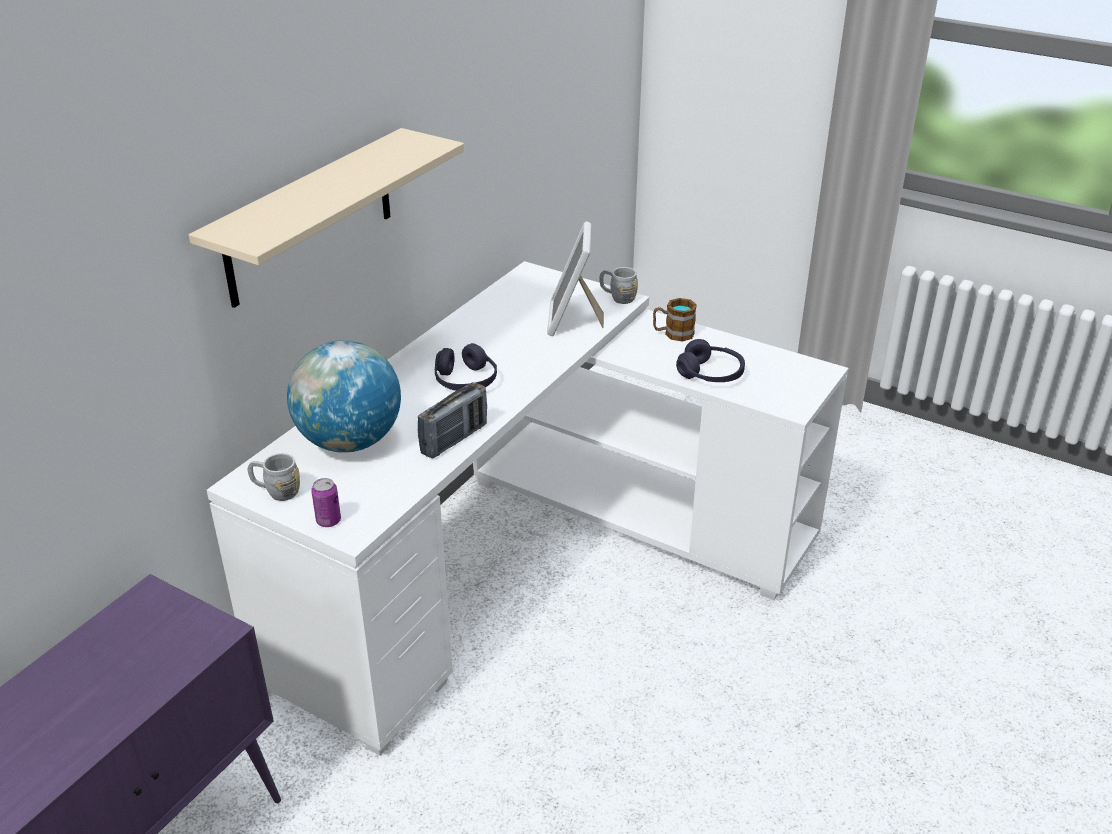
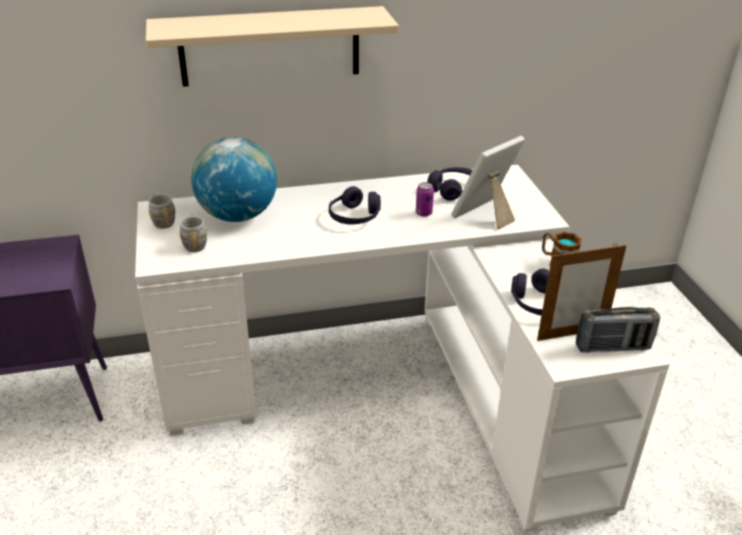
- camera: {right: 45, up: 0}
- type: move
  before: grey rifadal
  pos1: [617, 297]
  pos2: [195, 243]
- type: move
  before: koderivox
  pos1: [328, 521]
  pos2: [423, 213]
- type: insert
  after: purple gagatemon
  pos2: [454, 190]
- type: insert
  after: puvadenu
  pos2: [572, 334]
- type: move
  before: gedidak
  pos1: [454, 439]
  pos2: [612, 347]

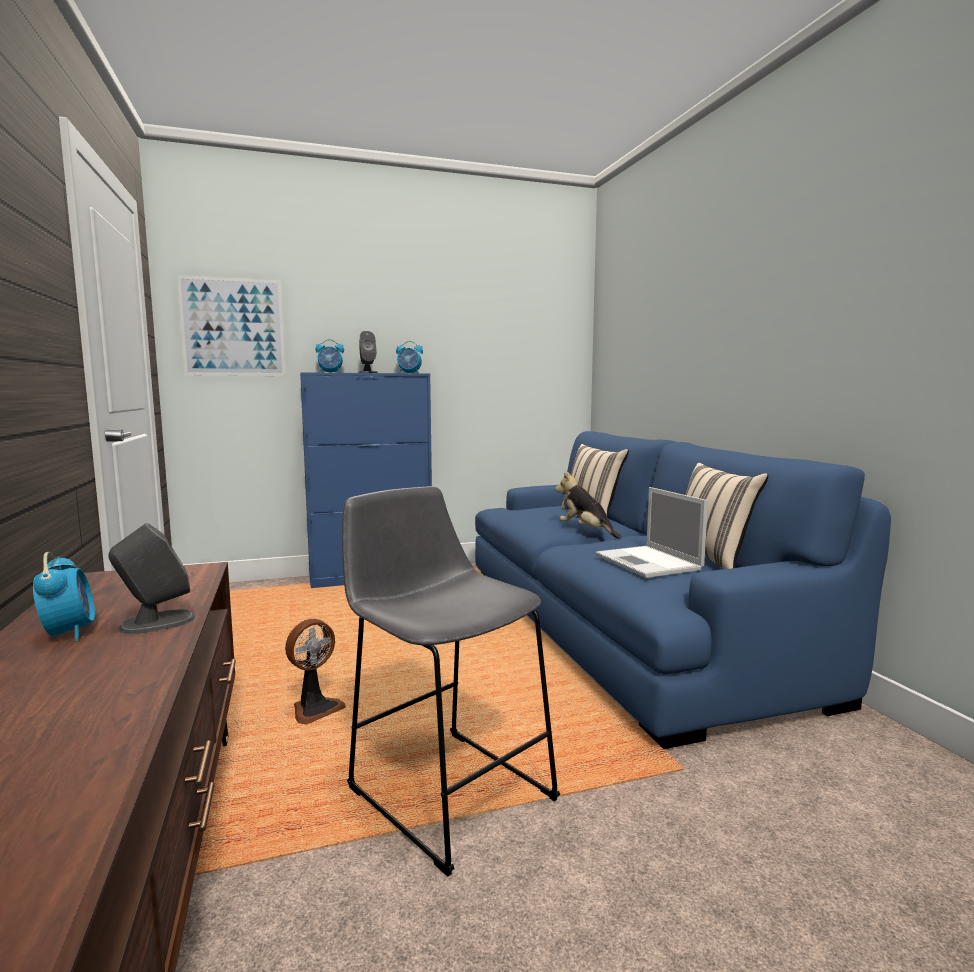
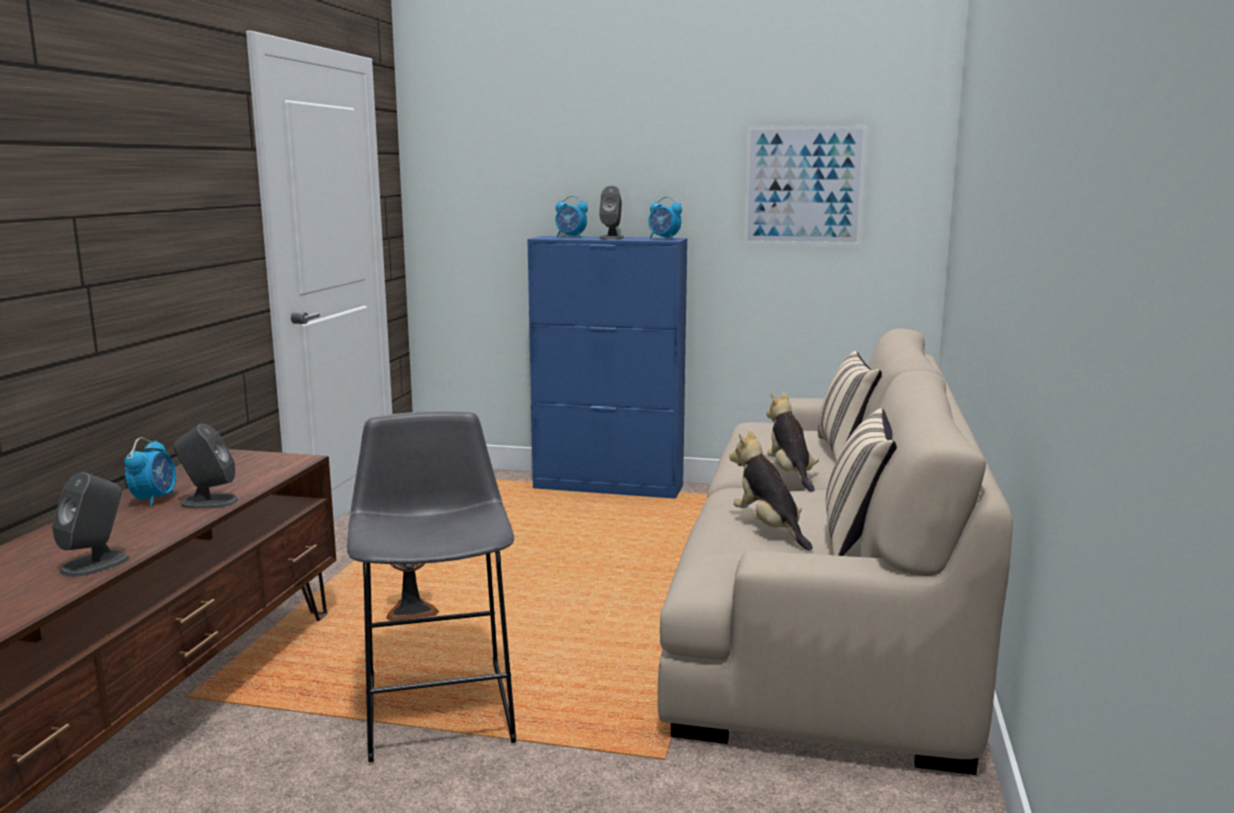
- camera: {right: 30, up: 5}
- type: insert
  after: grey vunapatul
  pos2: [96, 564]
- type: recolor
  before: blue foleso
  after: beige foleso
  pos1: [618, 623]
  pos2: [821, 602]
- type: replace
  before: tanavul
  after: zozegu
  pos1: [649, 563]
  pos2: [769, 529]
- type: move
  before: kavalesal
  pos1: [233, 327]
  pos2: [803, 186]

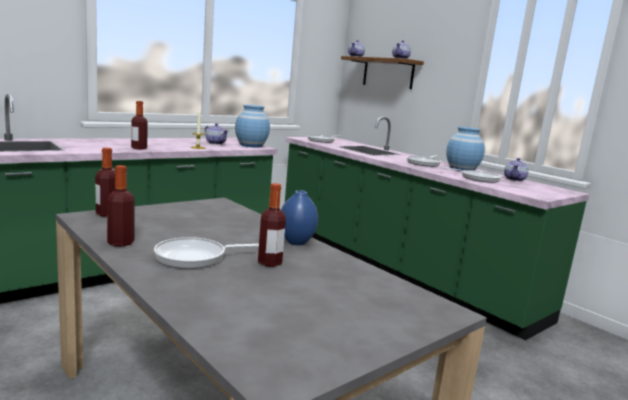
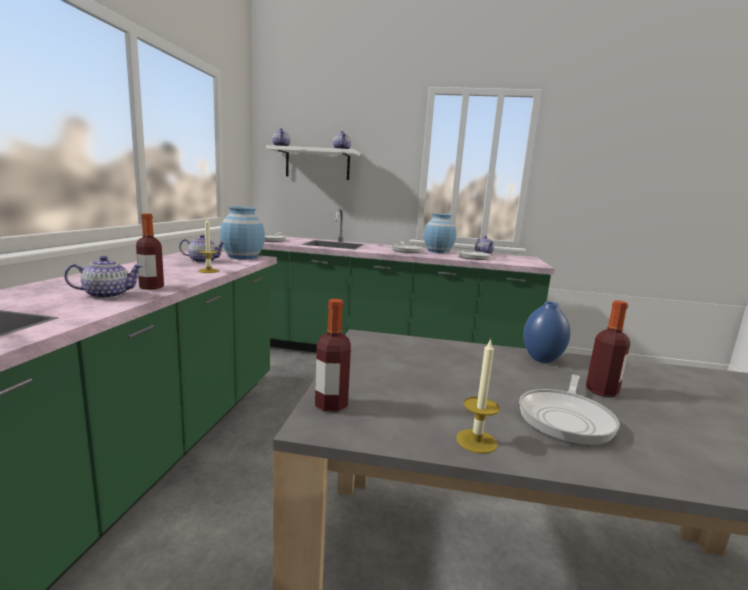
- camera: {right: -40, up: 0}
- type: insert
  after: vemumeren
  pos2: [106, 295]
- type: recolor
  before: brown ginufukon
  after: white ginufukon
  pos1: [388, 73]
  pos2: [317, 164]
- type: replace
  before: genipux
  after: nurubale
  pos1: [121, 243]
  pos2: [476, 441]

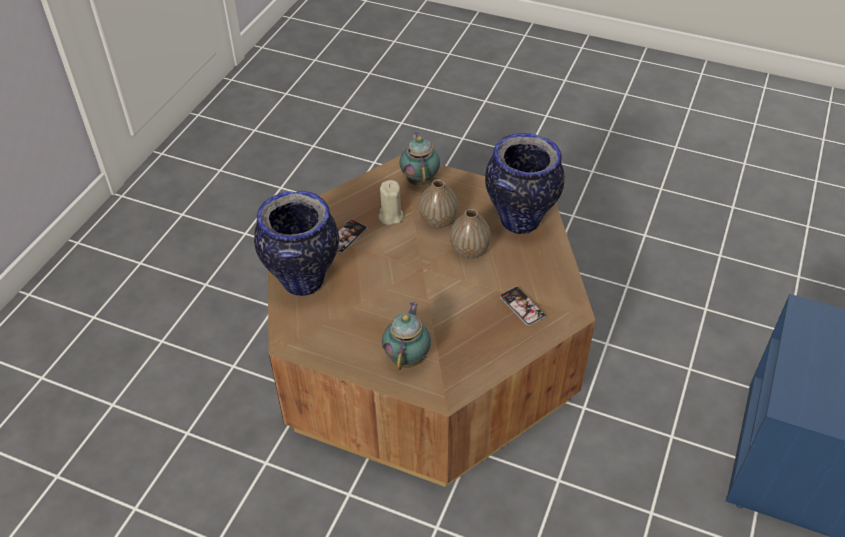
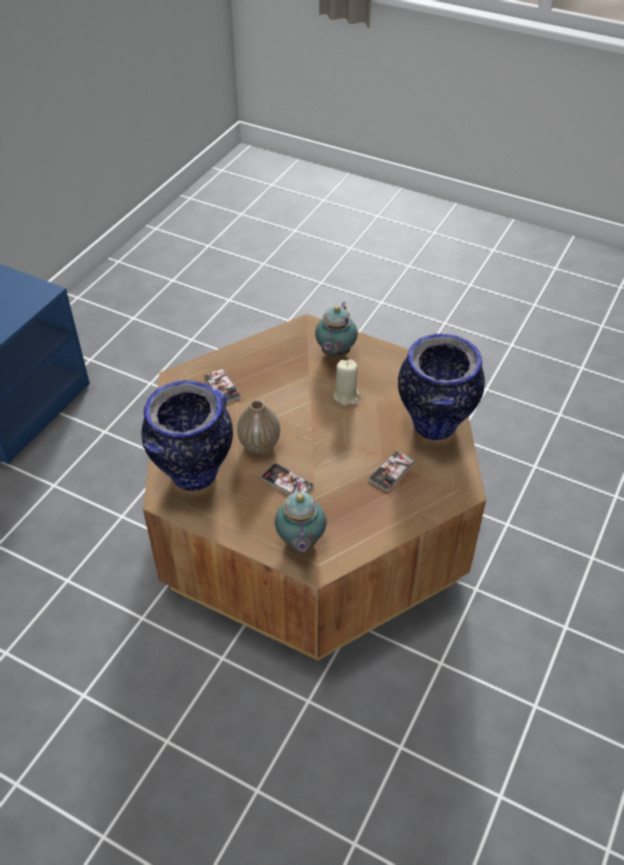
- camera: {right: -175, up: 0}
- type: replace
  before: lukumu
  after: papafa
  pos1: [438, 221]
  pos2: [287, 482]
- type: move
  before: beige nurubale
  pos1: [390, 216]
  pos2: [346, 396]

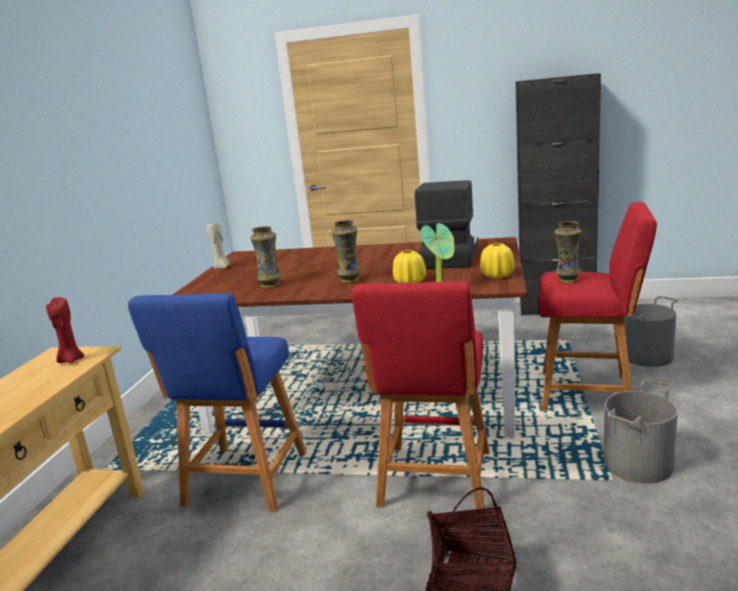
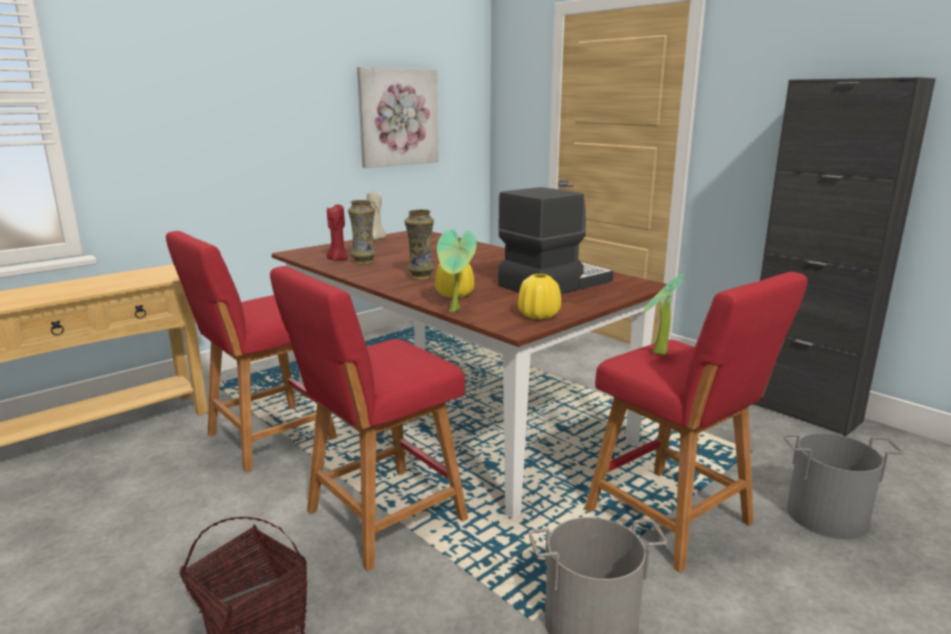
- camera: {right: 35, up: 0}
- type: recolor
  before: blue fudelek
  after: red fudelek
  pos1: [244, 482]
  pos2: [265, 438]
- type: move
  before: red nurubale
  pos1: [71, 360]
  pos2: [338, 259]
- type: insert
  after: kavalesal
  pos2: [398, 117]
- type: replace
  before: lukumu
  after: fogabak
  pos1: [567, 280]
  pos2: [657, 354]

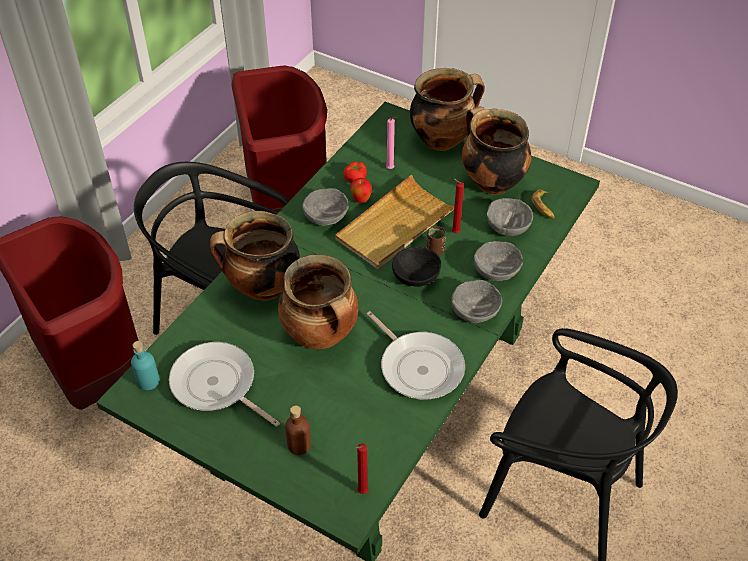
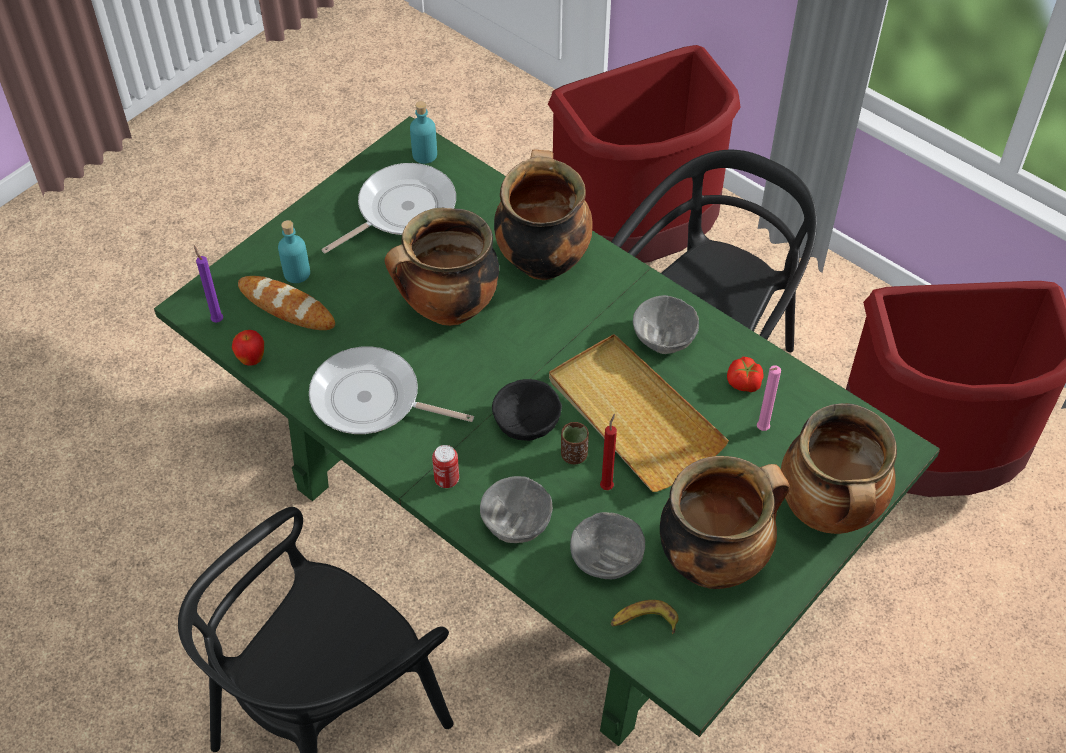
- camera: {right: 100, up: 5}
- type: recolor
  before: red nurubale
  after: purple nurubale
  pos1: [361, 492]
  pos2: [217, 319]
- type: move
  before: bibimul
  pos1: [361, 200]
  pos2: [251, 360]
- type: insert
  after: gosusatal
  pos2: [286, 307]
- type: recolor
  before: brown genipux
  after: turquoise genipux
  pos1: [299, 445]
  pos2: [297, 273]
- type: rotate
  before: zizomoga
  pos1: [419, 366]
  pos2: [372, 400]
  turn: 45
- type: replace
  before: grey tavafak
  after: koderivox
  pos1: [475, 312]
  pos2: [446, 479]

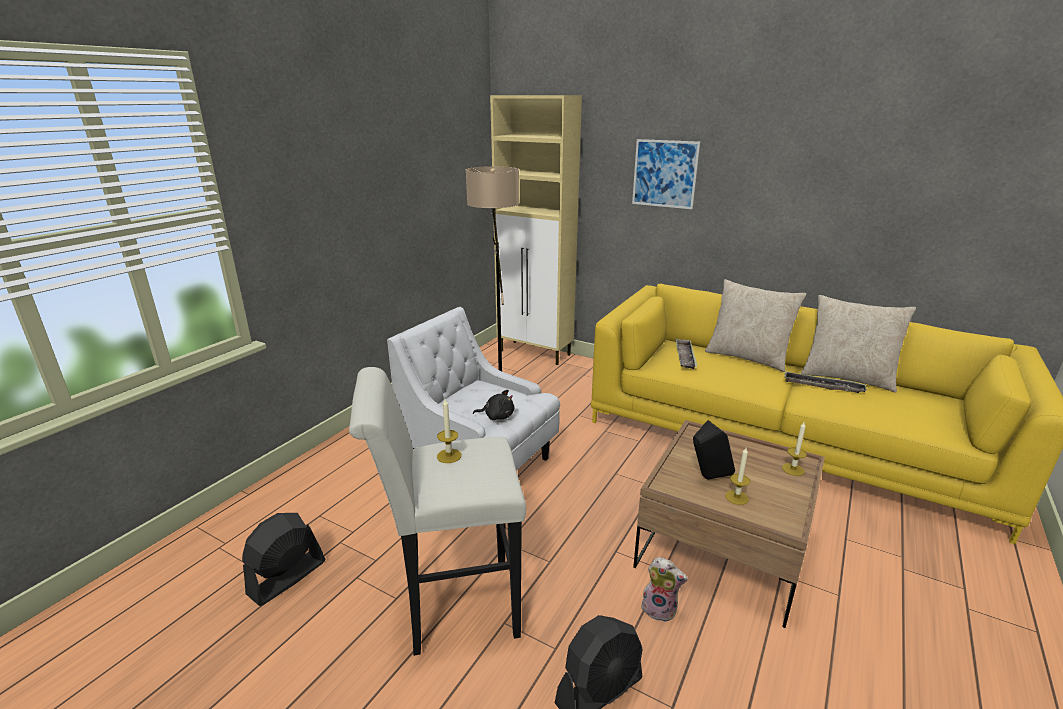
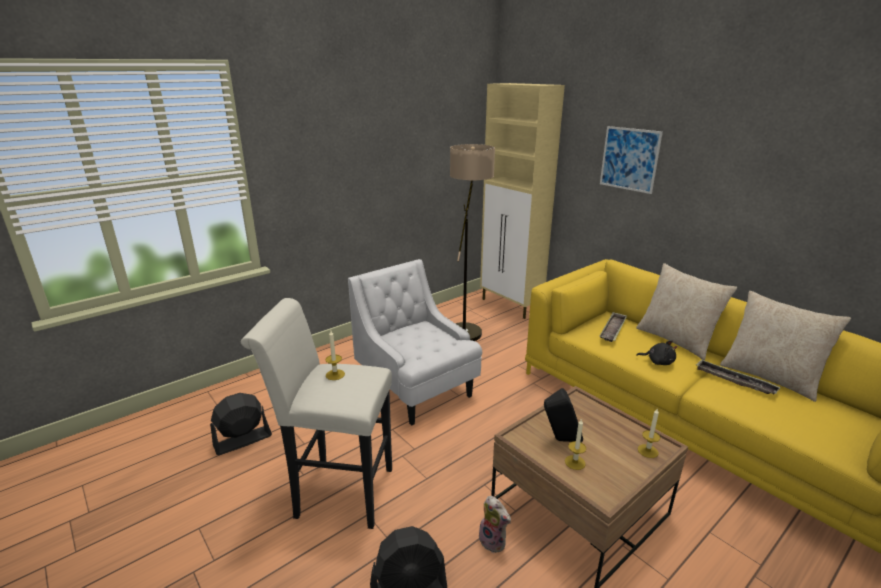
- camera: {right: 20, up: 0}
- type: move
  before: black zozegu
  pos1: [497, 416]
  pos2: [658, 362]

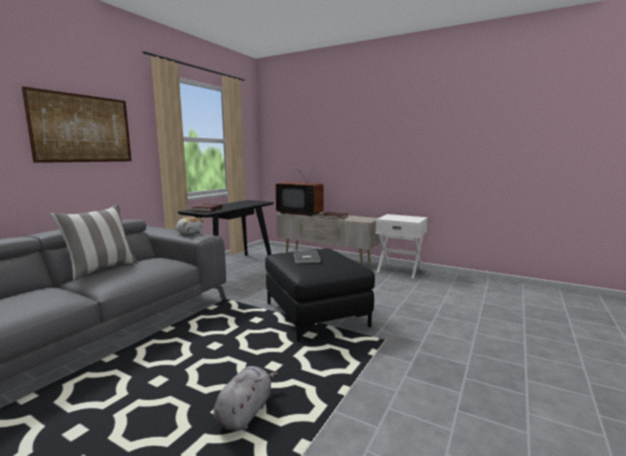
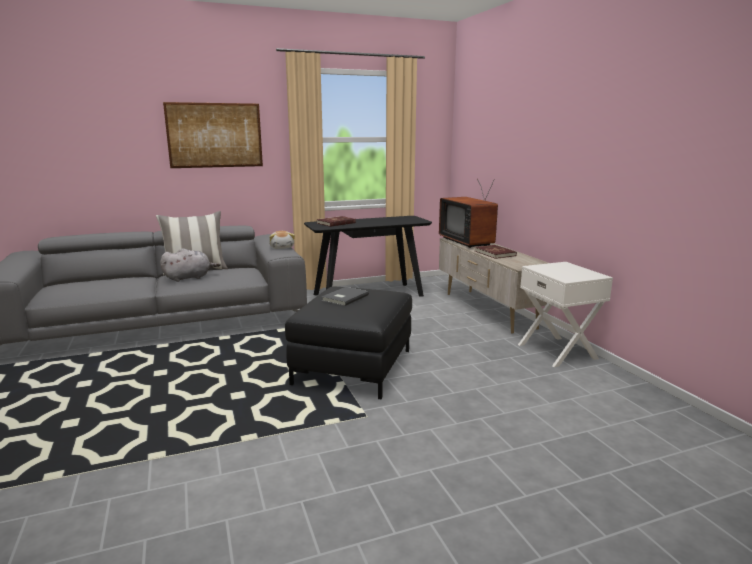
- camera: {right: 40, up: 5}
- type: move
  before: grey zozegu
  pos1: [245, 412]
  pos2: [189, 278]

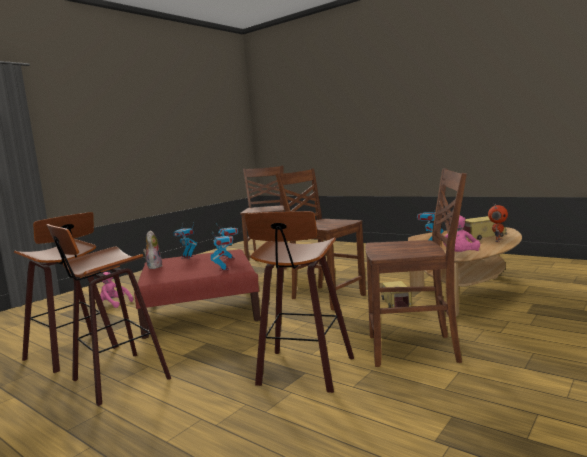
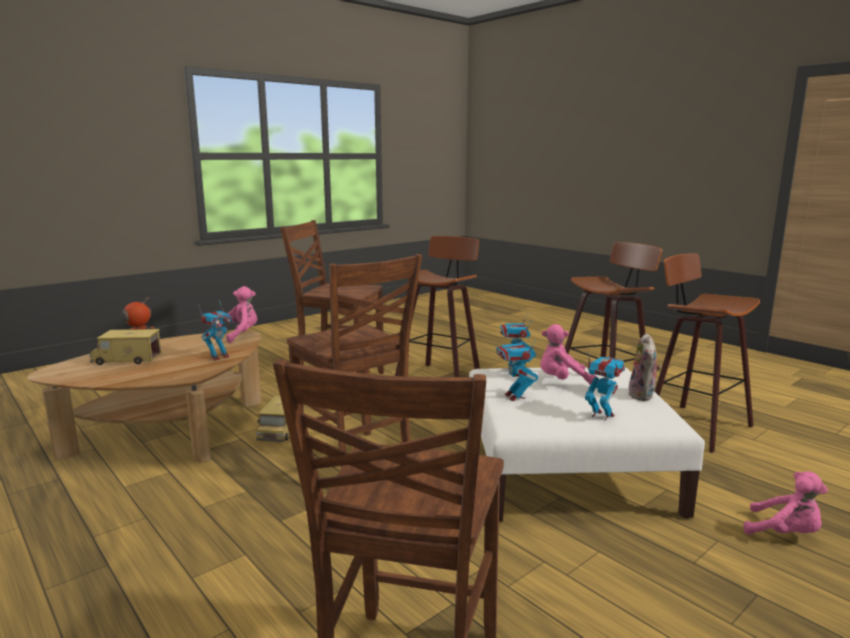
- camera: {right: -170, up: 5}
- type: recolor
  before: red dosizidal
  after: white dosizidal
  pos1: [201, 311]
  pos2: [565, 470]
- type: insert
  after: pink zozegu
  pos2: [562, 381]

